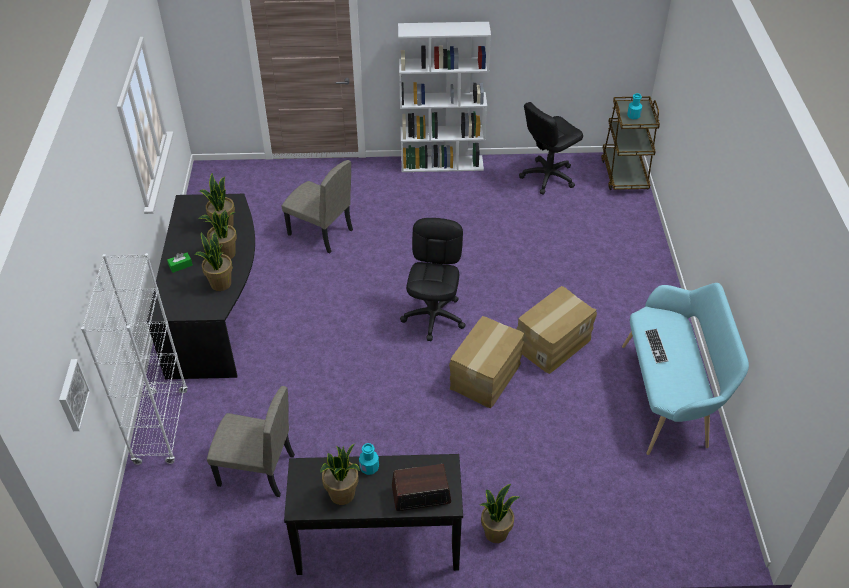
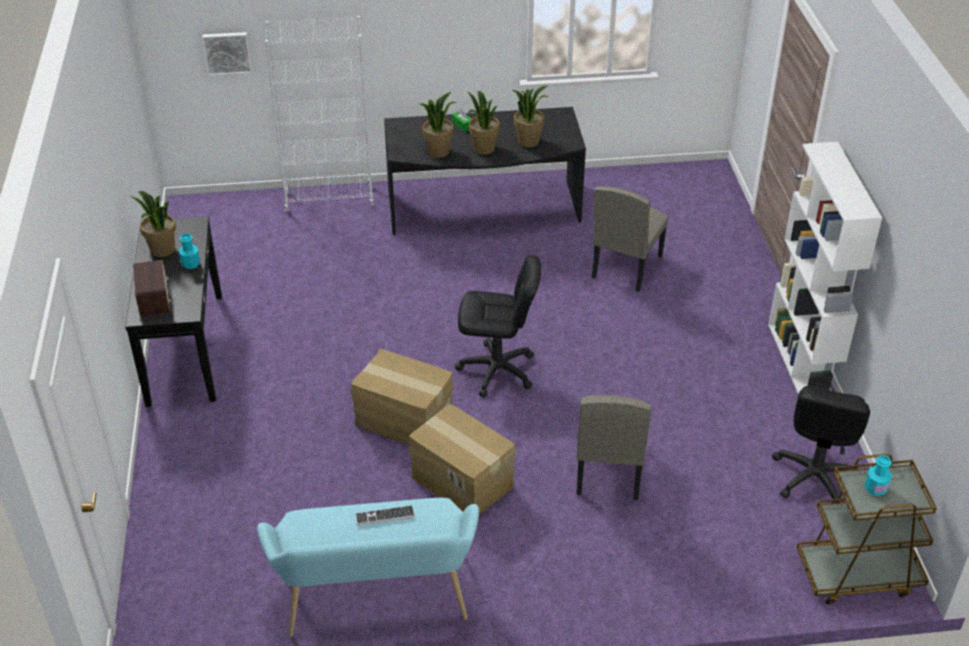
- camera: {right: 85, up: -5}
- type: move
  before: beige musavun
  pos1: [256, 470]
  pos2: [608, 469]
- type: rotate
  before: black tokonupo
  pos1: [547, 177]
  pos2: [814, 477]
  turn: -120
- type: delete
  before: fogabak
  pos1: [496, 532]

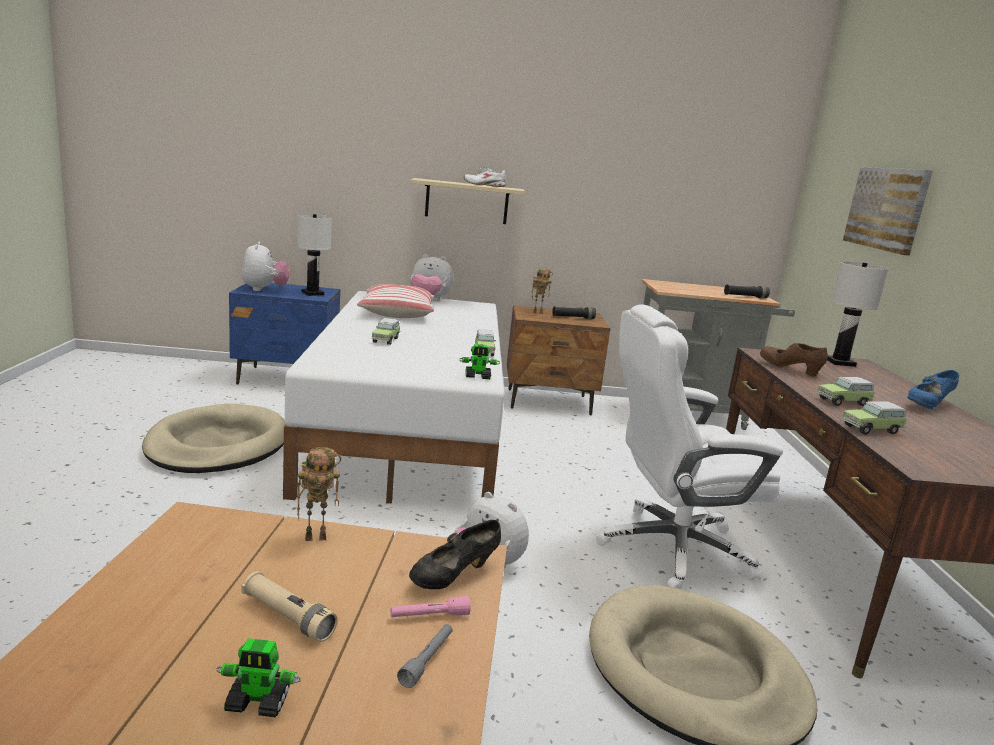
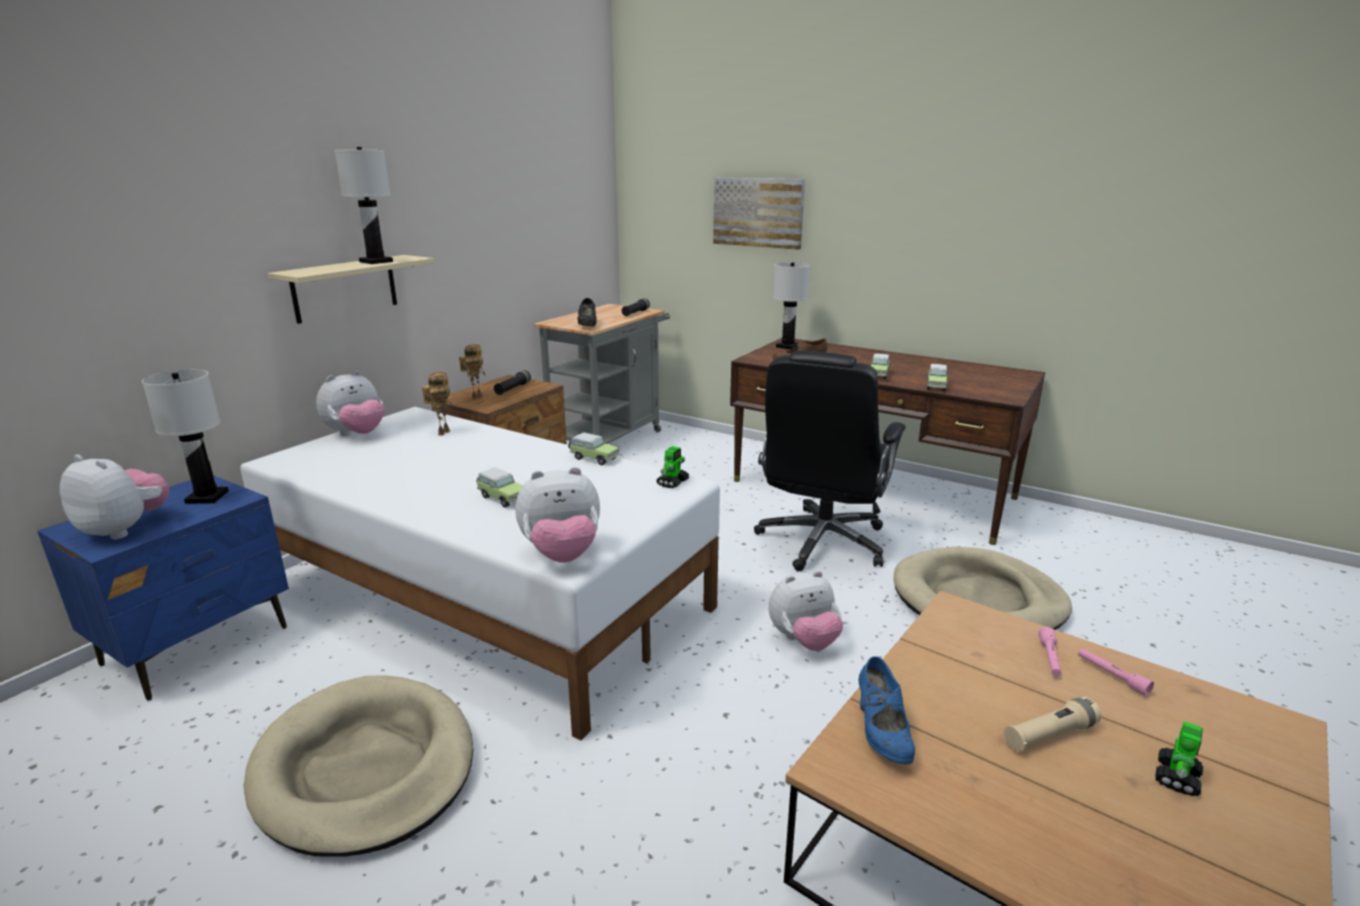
- camera: {right: -55, up: 5}
- type: replace
  before: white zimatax
  after: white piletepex
  pos1: [484, 185]
  pos2: [376, 262]
- type: move
  before: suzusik
  pos1: [317, 537]
  pos2: [443, 432]
- type: insert
  after: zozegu
  pos2: [562, 555]
- type: move
  before: black zimatax
  pos1: [454, 577]
  pos2: [587, 326]
- type: recolor
  before: white tokonupo
  after: black tokonupo
  pos1: [671, 549]
  pos2: [822, 542]
- type: move
  before: blue zimatax
  pos1: [927, 406]
  pos2: [881, 733]
- type: recolor
  before: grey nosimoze
  after: pink nosimoze
  pos1: [427, 660]
  pos2: [1111, 676]
- type: delete
  before: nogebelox
  pos1: [397, 313]

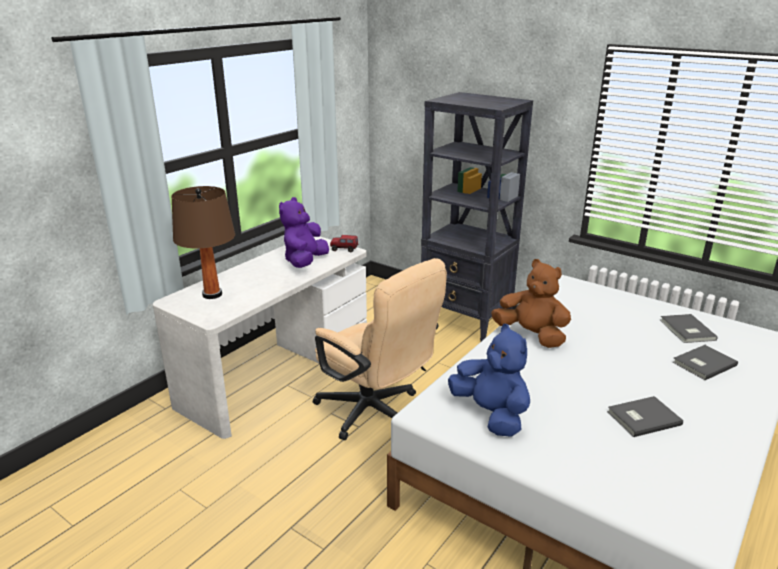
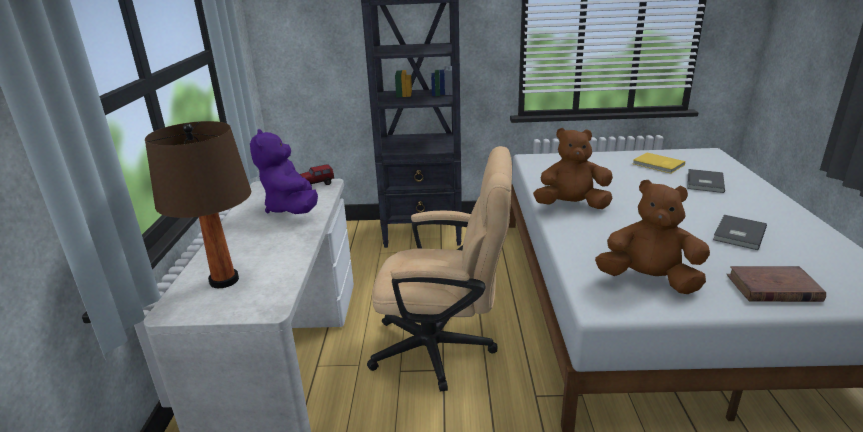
- camera: {right: -35, up: 0}
- type: recolor
  before: blue zozegu
  after: brown zozegu
  pos1: [491, 414]
  pos2: [649, 280]
- type: recolor
  before: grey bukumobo
  after: yellow bukumobo
  pos1: [686, 330]
  pos2: [658, 165]
- type: insert
  after: brown bukumobo
  pos2: [772, 288]

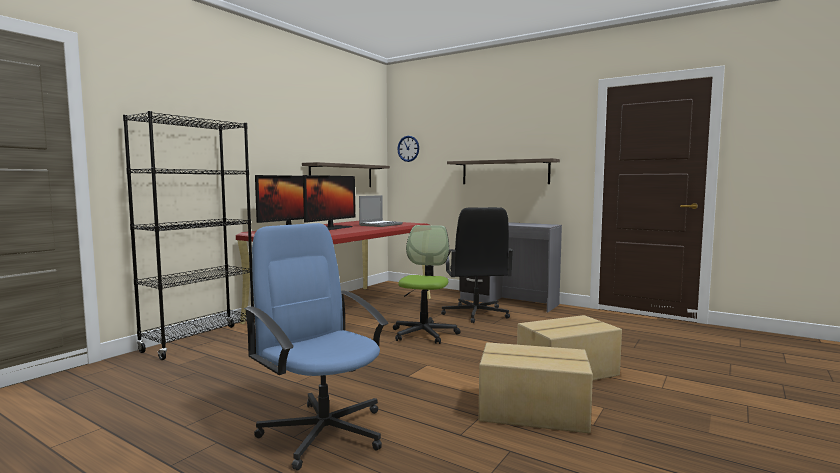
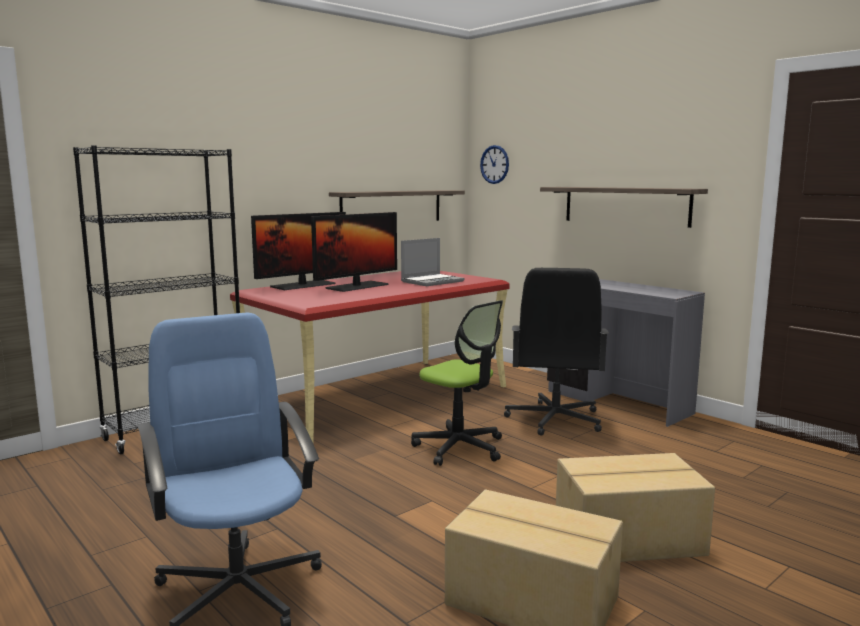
- camera: {right: 15, up: 5}
- type: rotate
  before: tokonupo
  pos1: [424, 334]
  pos2: [459, 447]
  turn: 105

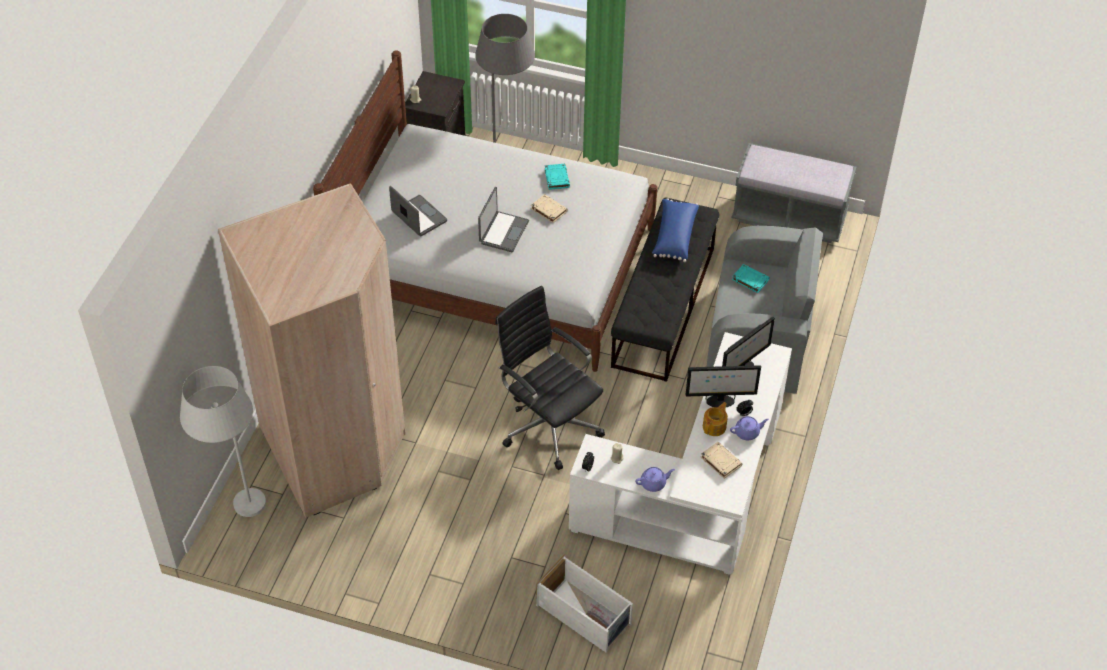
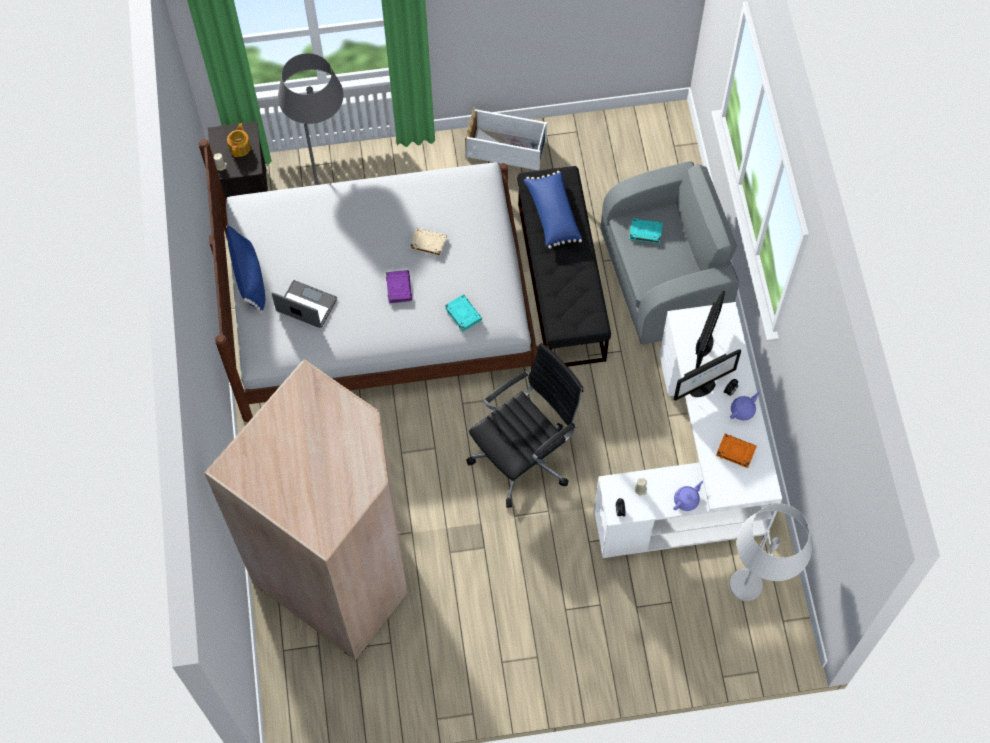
- camera: {right: -25, up: 15}
- type: insert
  after: blue nogebelox
  pos2: [249, 277]
- type: move
  before: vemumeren
  pos1: [715, 426]
  pos2: [240, 147]
- type: replace
  before: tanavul
  after: purple bukumobo
  pos1: [503, 232]
  pos2: [398, 287]
- type: move
  before: turquoise bukumobo
  pos1: [556, 178]
  pos2: [462, 314]
- type: move
  before: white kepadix
  pos1: [584, 615]
  pos2: [507, 149]
- type: rotate
  before: black tokonupo
  pos1: [549, 425]
  pos2: [524, 456]
  turn: 120
- type: recolor
  before: beige bukumobo
  after: orange bukumobo
  pos1: [720, 461]
  pos2: [735, 451]
- type: move
  before: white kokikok
  pos1: [241, 518]
  pos2: [749, 603]
- type: delete
  before: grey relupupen
  pos1: [789, 217]

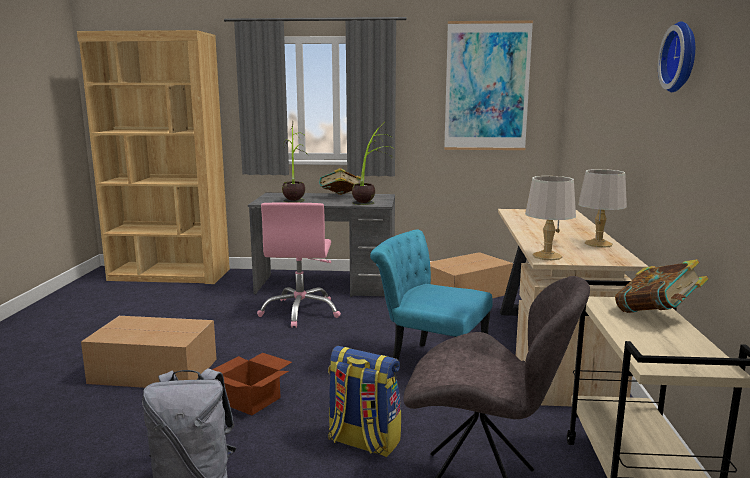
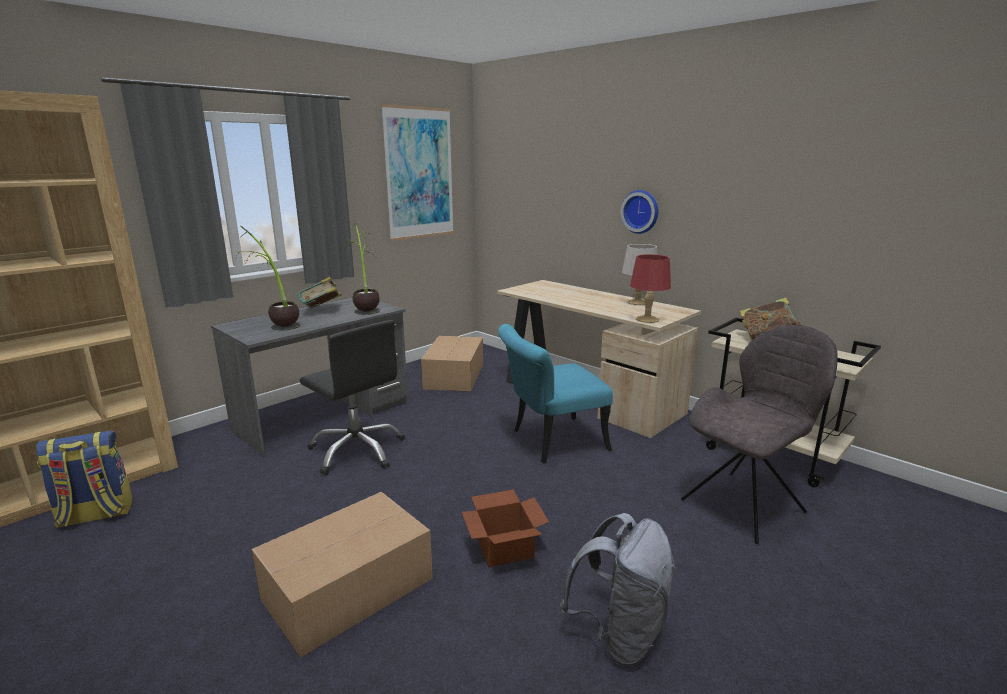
- camera: {right: -50, up: 5}
- type: move
  before: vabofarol
  pos1: [363, 442]
  pos2: [95, 515]
- type: recolor
  before: pink tokonupo
  after: black tokonupo
  pos1: [301, 312]
  pos2: [357, 450]
- type: move
  before: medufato
  pos1: [682, 57]
  pos2: [641, 211]
- type: recolor
  before: grey piletepex
  after: red piletepex
  pos1: [546, 256]
  pos2: [646, 319]

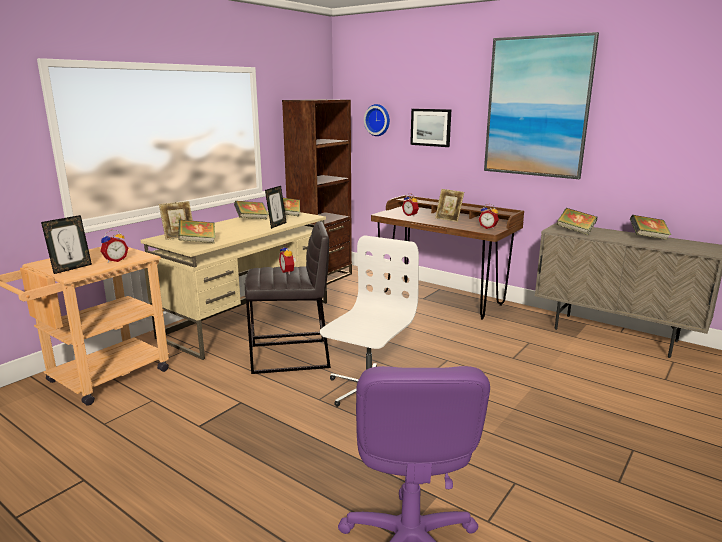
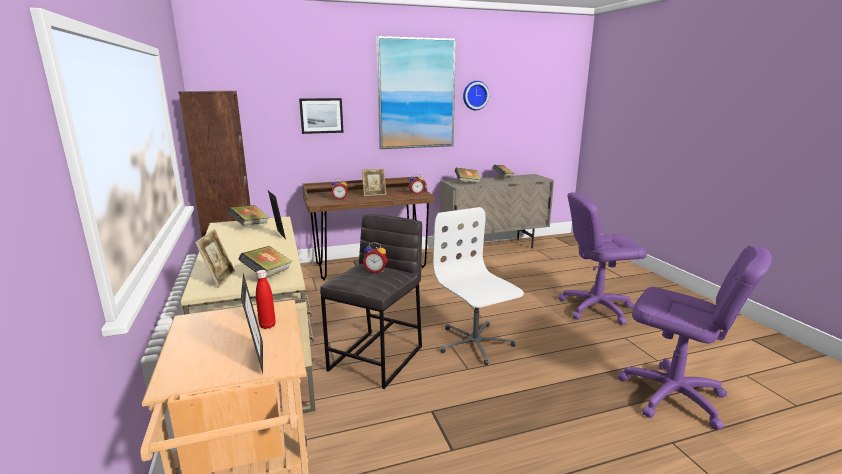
- camera: {right: -55, up: 0}
- type: replace
  before: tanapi
  after: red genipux
  pos1: [115, 260]
  pos2: [267, 326]
- type: move
  before: medufato
  pos1: [378, 120]
  pos2: [475, 95]
- type: insert
  after: purple tokonupo
  pos2: [595, 308]
- type: delete
  before: bukumobo
  pos1: [251, 219]

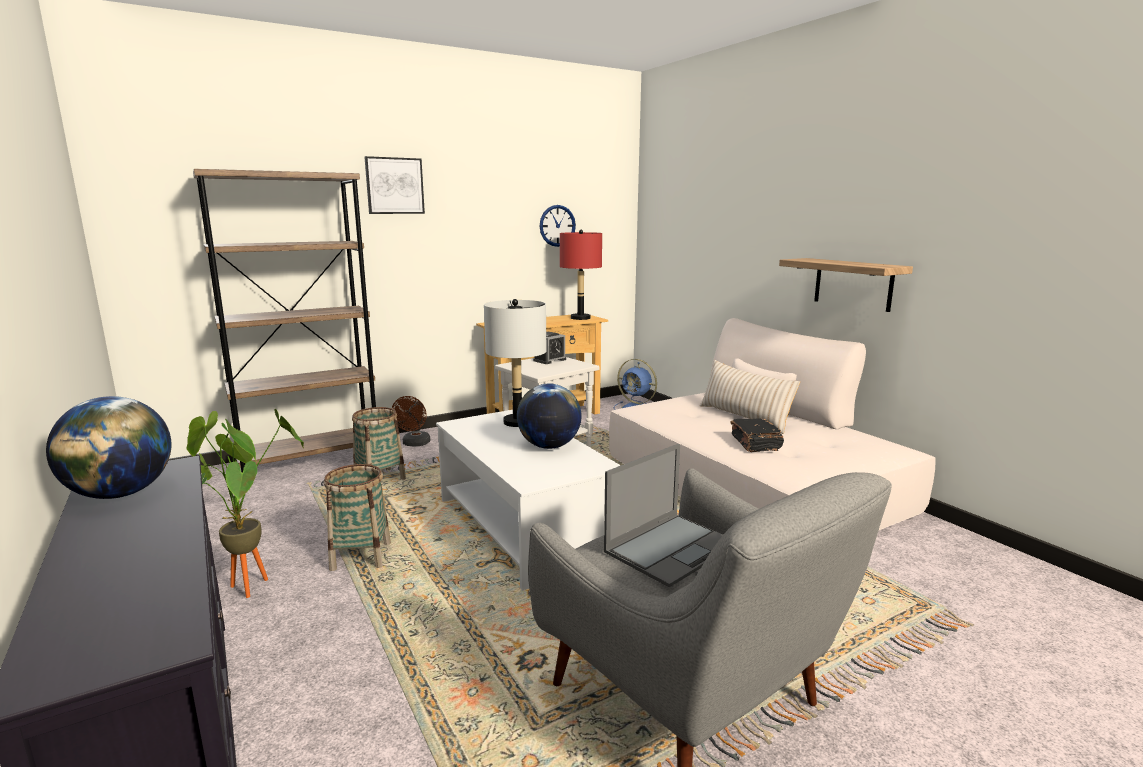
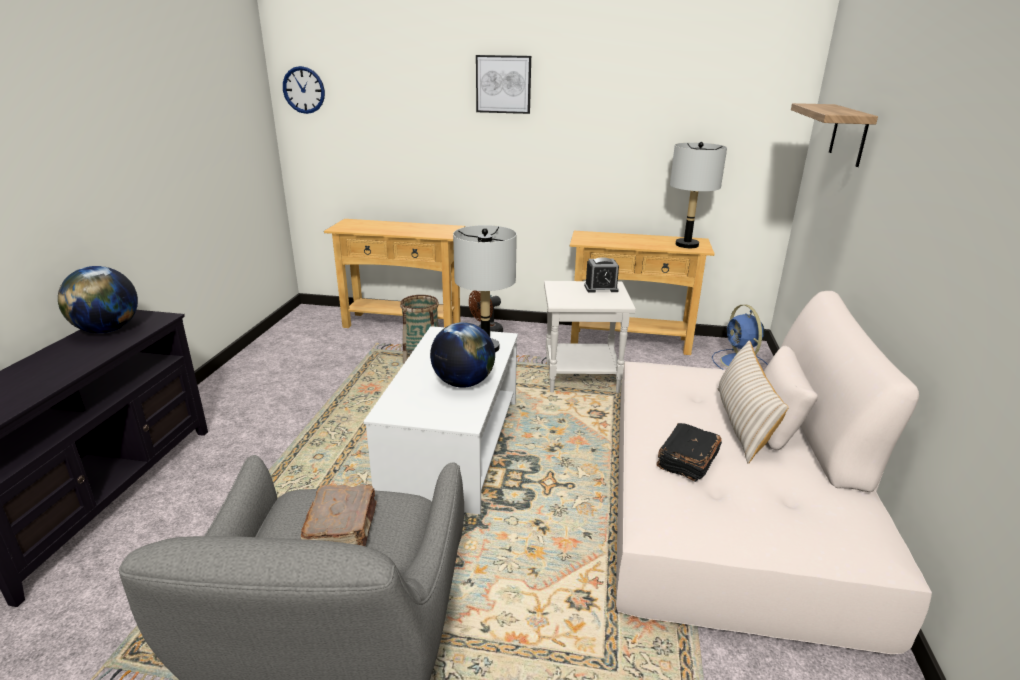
- camera: {right: 40, up: 10}
- type: move
  before: medufato
  pos1: [557, 225]
  pos2: [304, 90]
- type: replace
  before: tanavul
  after: brown bukumobo
  pos1: [672, 547]
  pos2: [343, 529]
- type: replace
  before: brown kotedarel
  after: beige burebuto
  pos1: [310, 461]
  pos2: [402, 324]
- type: recolor
  before: red piletepex
  after: grey piletepex
  pos1: [580, 318]
  pos2: [686, 245]
- type: move
  before: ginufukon
  pos1: [853, 284]
  pos2: [849, 134]
- type: delete
  before: fogabak
  pos1: [252, 582]
- type: delete
  before: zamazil
  pos1: [361, 556]

